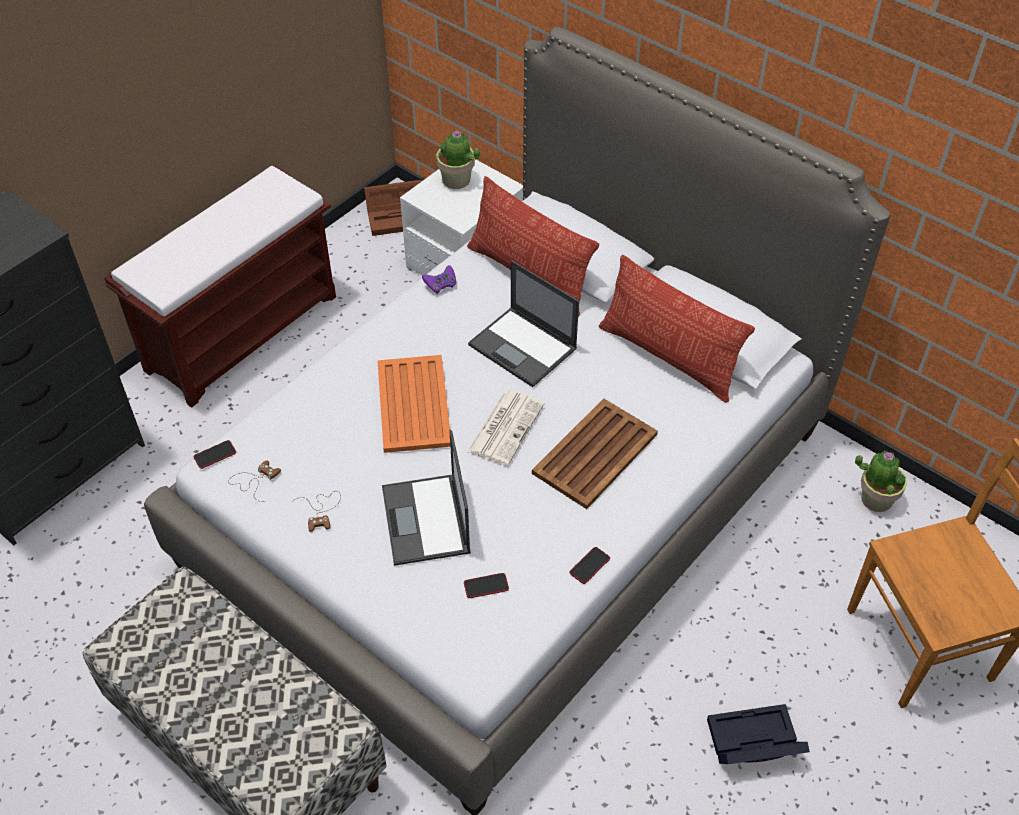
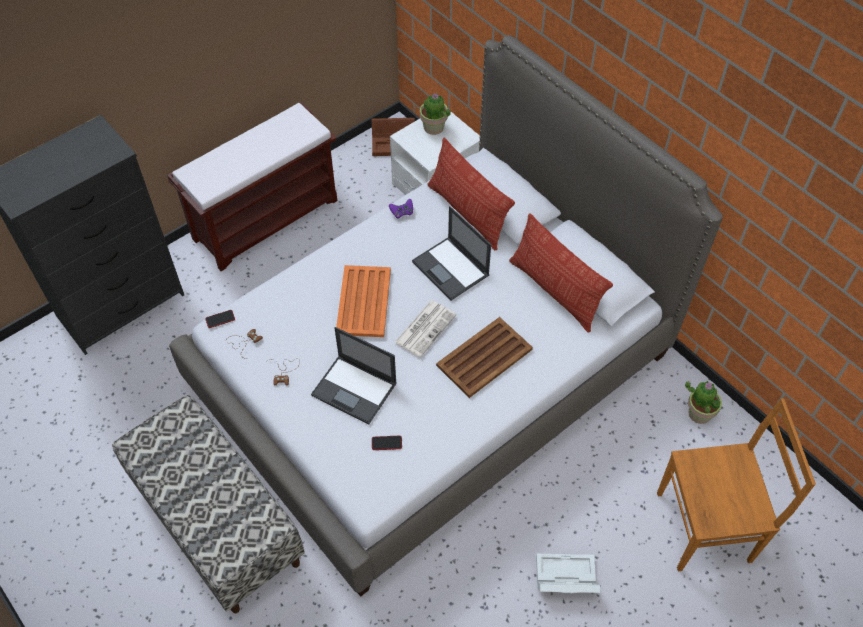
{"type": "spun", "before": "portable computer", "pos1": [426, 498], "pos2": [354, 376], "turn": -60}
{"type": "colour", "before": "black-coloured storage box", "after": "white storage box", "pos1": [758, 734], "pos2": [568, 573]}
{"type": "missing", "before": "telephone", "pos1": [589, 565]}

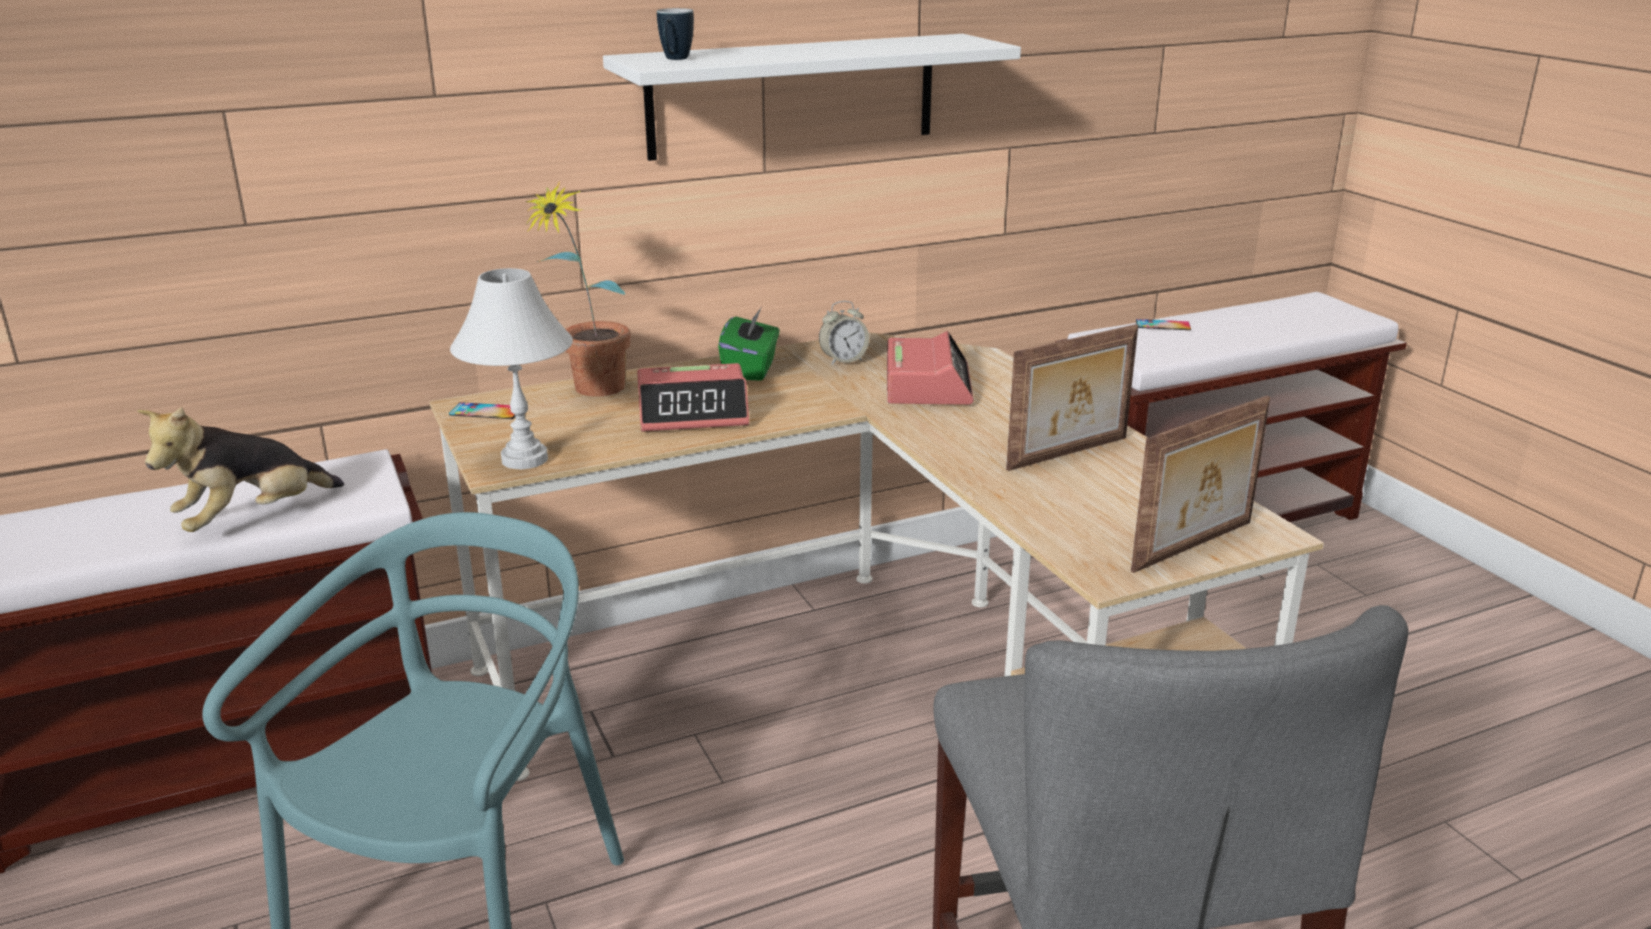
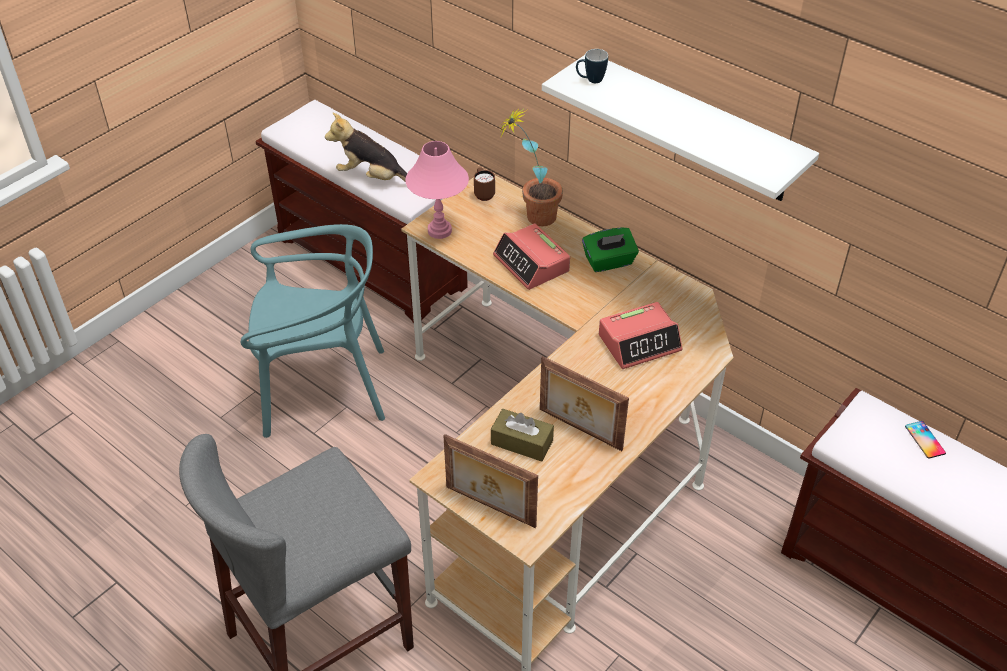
{"type": "colour", "before": "white lamp for a table", "after": "pinkish lamp for a table", "pos1": [511, 368], "pos2": [437, 190]}
{"type": "exchanged", "before": "telephone", "after": "brownish coffee mug", "pos1": [482, 410], "pos2": [484, 184]}
{"type": "appeared", "after": "brownish tissue box", "pos2": [522, 435]}
{"type": "missing", "before": "alarm clock", "pos1": [844, 333]}

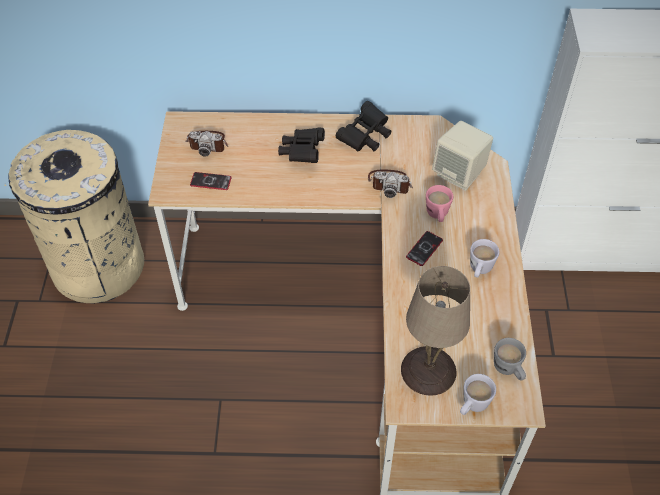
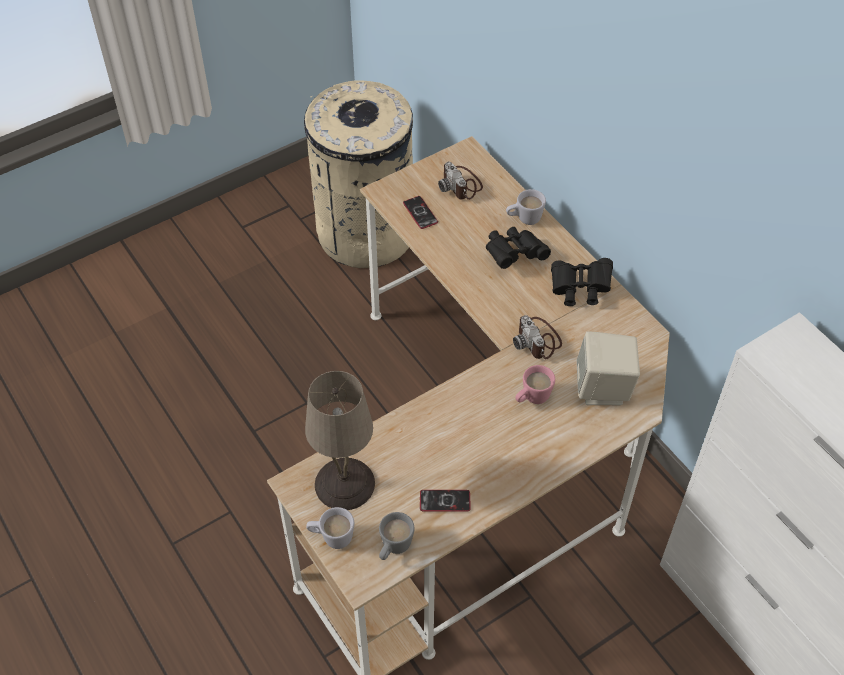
{"type": "relocated", "before": "telephone", "pos1": [424, 248], "pos2": [445, 501]}
{"type": "relocated", "before": "white coffee mug", "pos1": [485, 258], "pos2": [526, 207]}

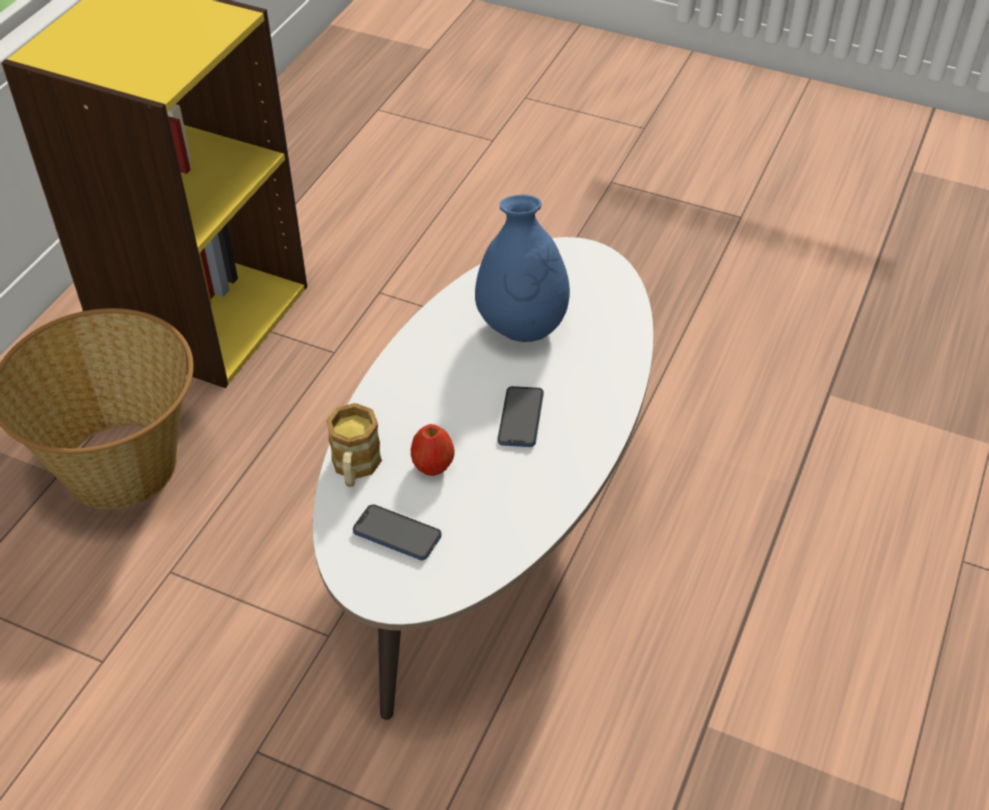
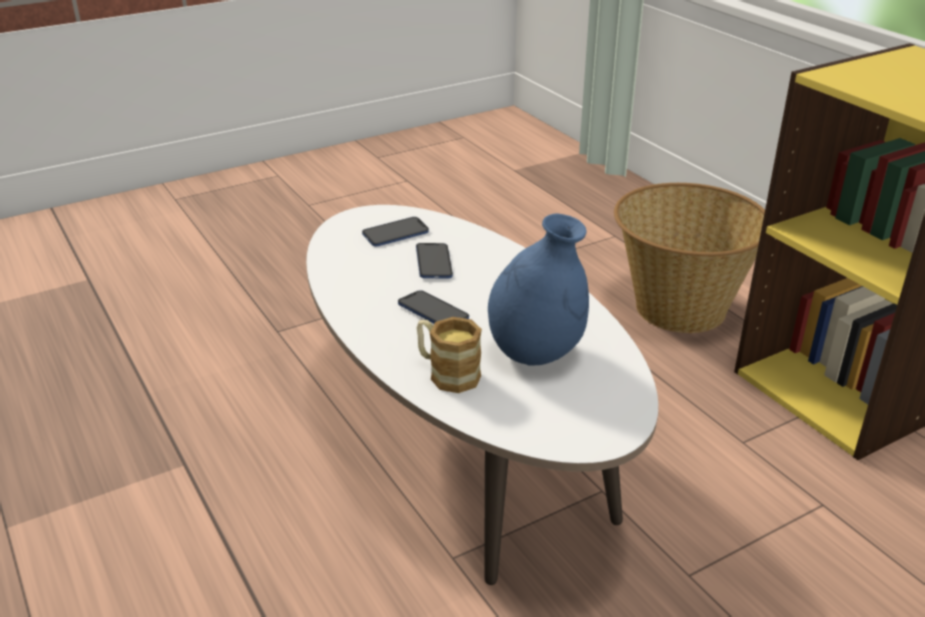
{"type": "exchanged", "before": "apple", "after": "telephone", "pos1": [433, 450], "pos2": [434, 260]}
{"type": "relocated", "before": "coffee mug", "pos1": [354, 445], "pos2": [449, 355]}

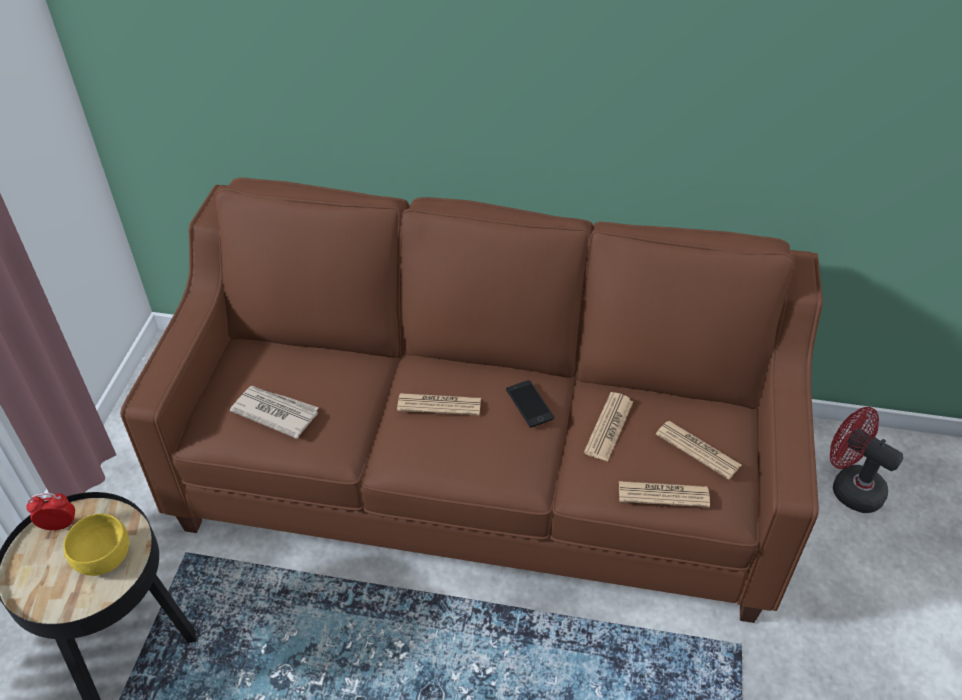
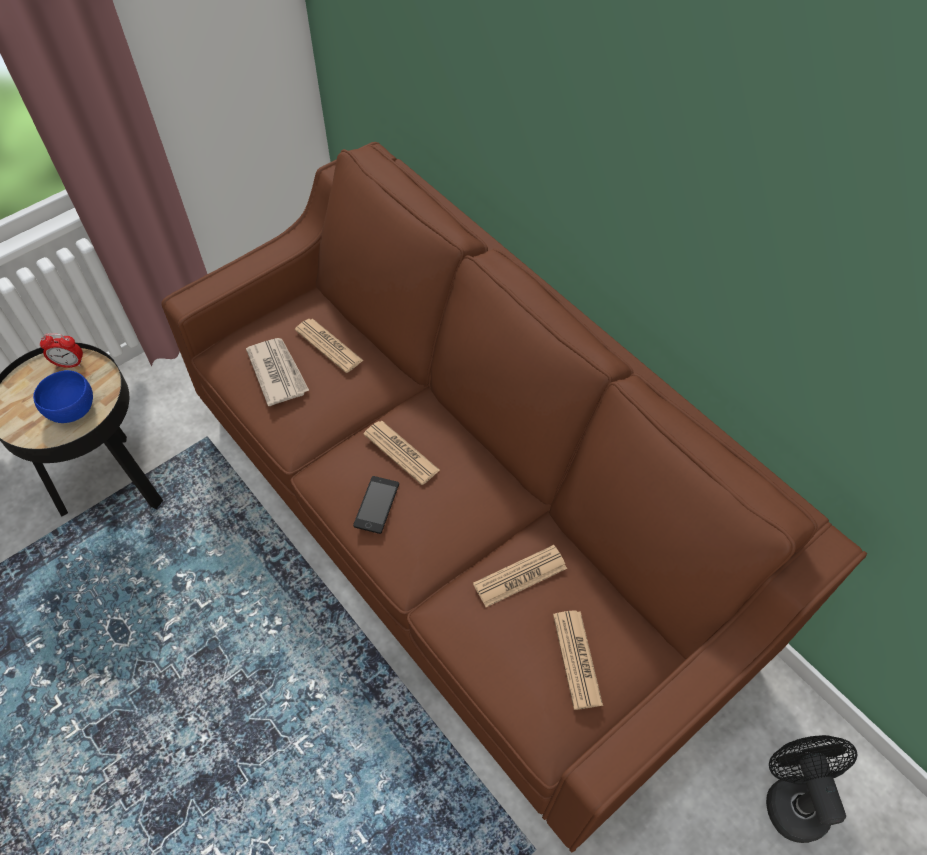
{"type": "colour", "before": "yellow bowl", "after": "blue-coloured bowl", "pos1": [96, 545], "pos2": [63, 396]}
{"type": "spun", "before": "alarm clock", "pos1": [50, 512], "pos2": [61, 350], "turn": 150}
{"type": "relocated", "before": "printed paper", "pos1": [664, 494], "pos2": [329, 346]}
{"type": "relocated", "before": "telephone", "pos1": [530, 404], "pos2": [376, 505]}
{"type": "colour", "before": "reddish electric fan", "after": "black-coloured electric fan", "pos1": [866, 460], "pos2": [812, 789]}

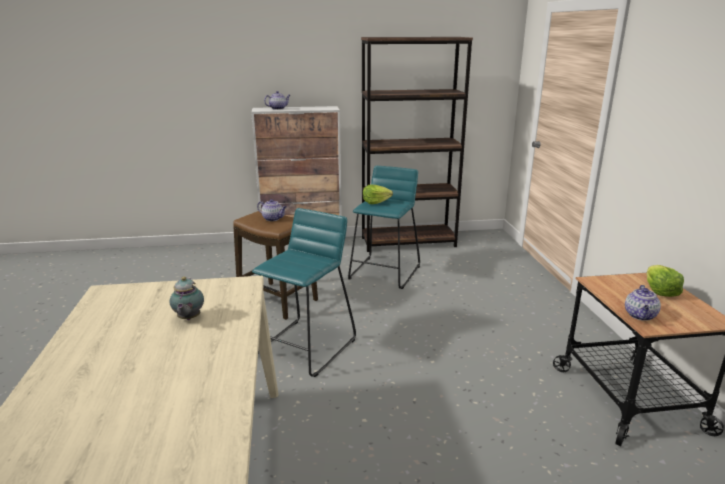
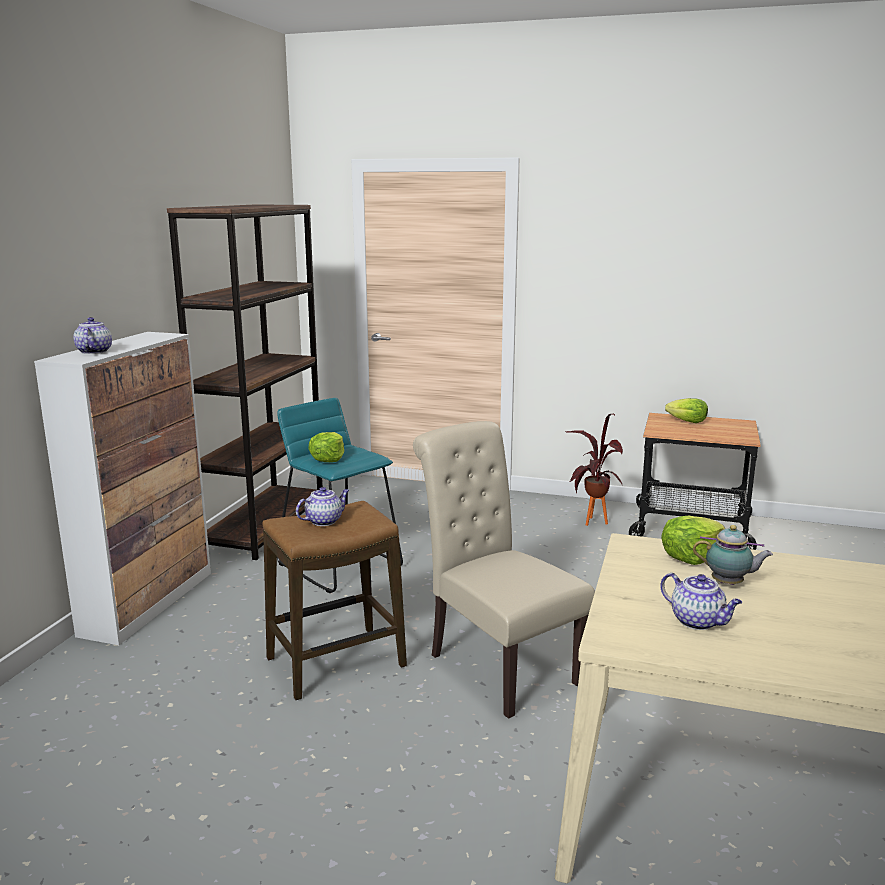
{"type": "exchanged", "before": "turquoise-coloured stool seat", "after": "sand-coloured plain chair", "pos1": [304, 292], "pos2": [504, 570]}
{"type": "appeared", "after": "houseplant", "pos2": [594, 470]}
{"type": "relocated", "before": "pot for tea", "pos1": [643, 303], "pos2": [701, 601]}
{"type": "appeared", "after": "lettuce", "pos2": [693, 540]}

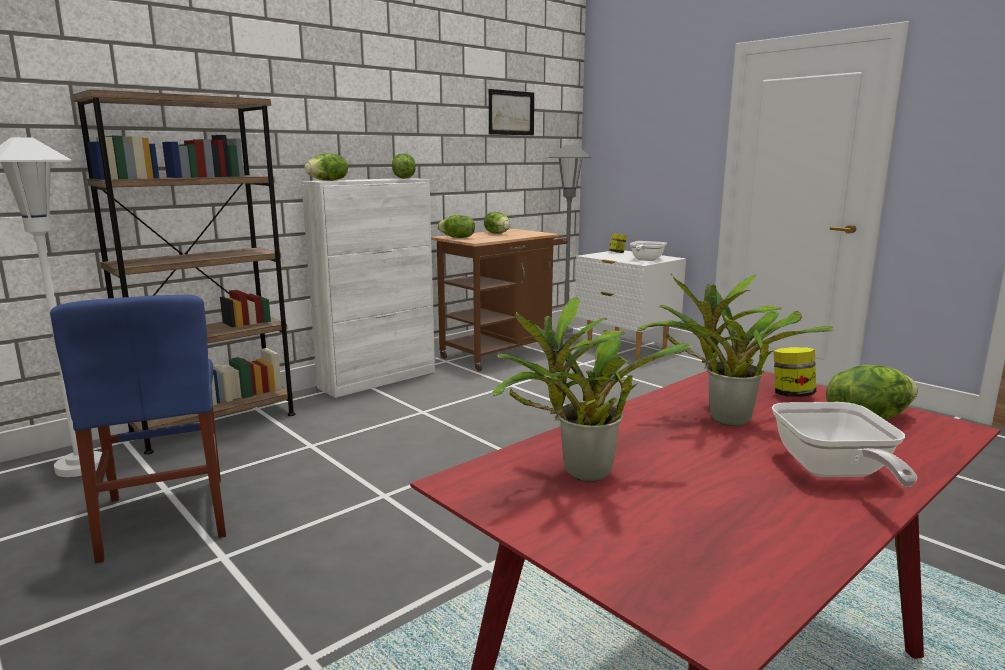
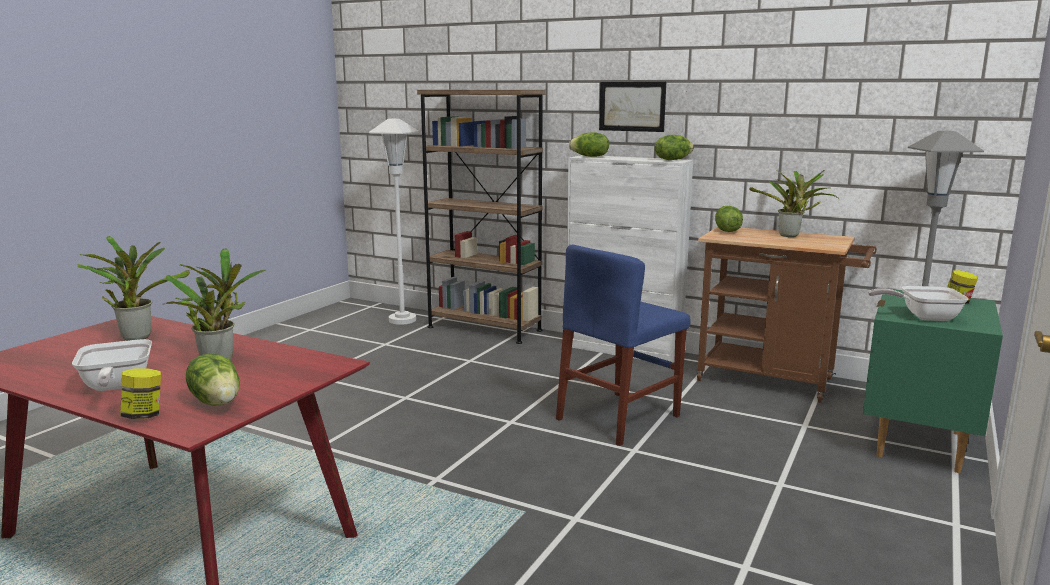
{"type": "spun", "before": "frying pan", "pos1": [844, 444], "pos2": [112, 365], "turn": -90}
{"type": "relocated", "before": "preserve jar", "pos1": [795, 372], "pos2": [140, 393]}
{"type": "relocated", "before": "blue-coloured plain chair", "pos1": [138, 429], "pos2": [623, 345]}
{"type": "relocated", "before": "wall art", "pos1": [511, 112], "pos2": [632, 107]}
{"type": "exchanged", "before": "lettuce", "after": "houseplant", "pos1": [497, 223], "pos2": [793, 203]}
{"type": "colour", "before": "white nightstand", "after": "green nightstand", "pos1": [630, 305], "pos2": [933, 381]}

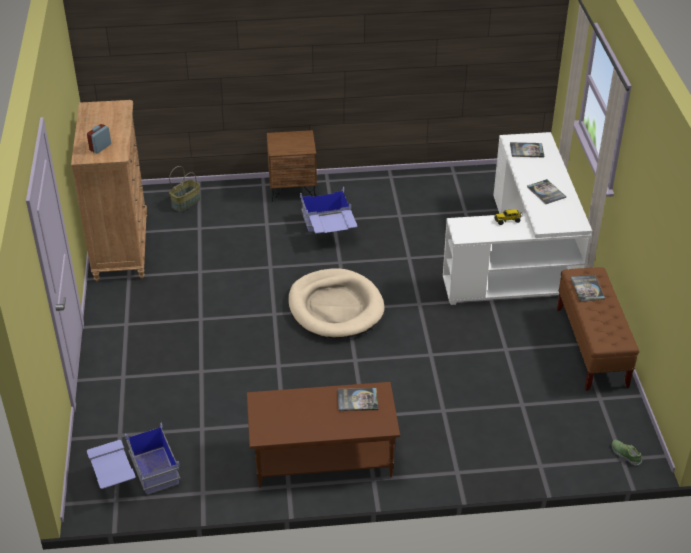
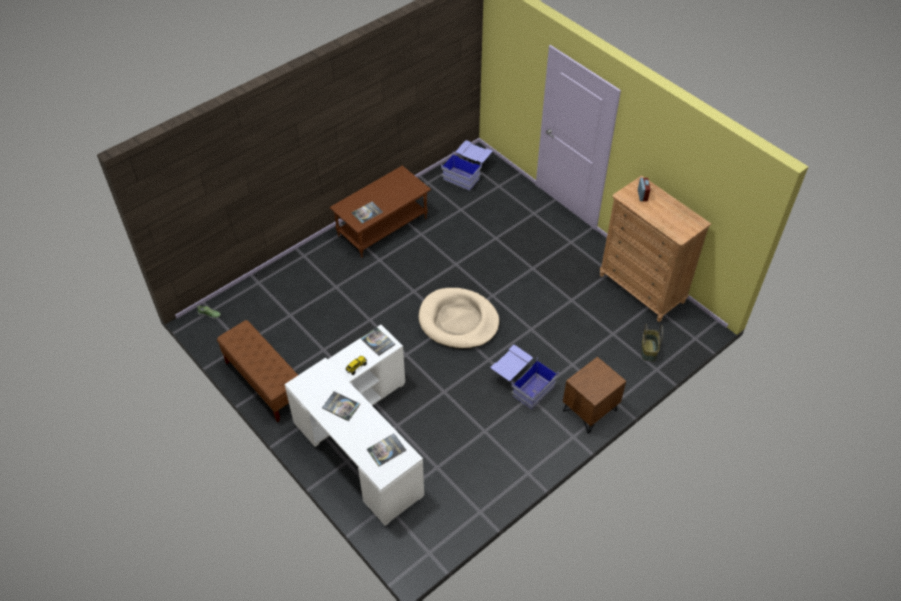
{"type": "relocated", "before": "volume", "pos1": [587, 288], "pos2": [378, 341]}

